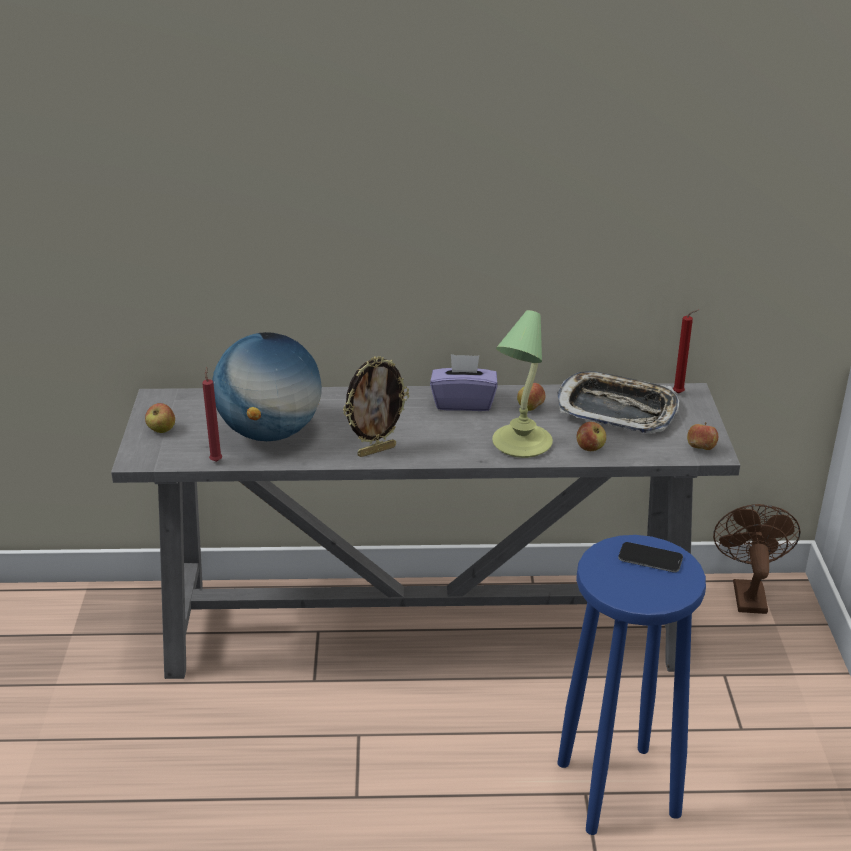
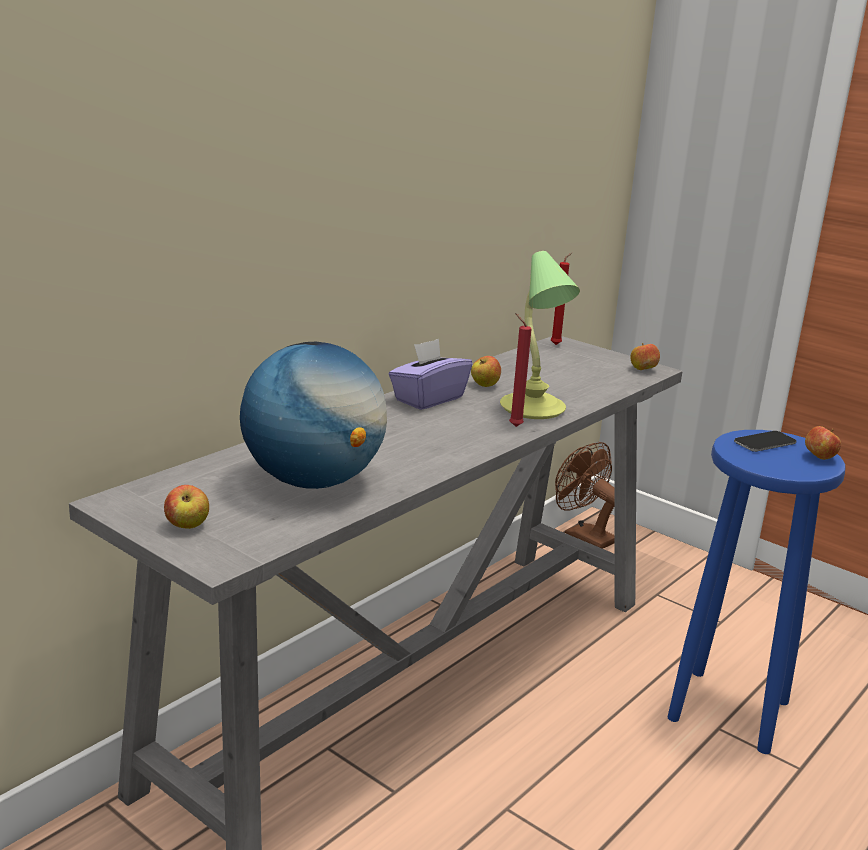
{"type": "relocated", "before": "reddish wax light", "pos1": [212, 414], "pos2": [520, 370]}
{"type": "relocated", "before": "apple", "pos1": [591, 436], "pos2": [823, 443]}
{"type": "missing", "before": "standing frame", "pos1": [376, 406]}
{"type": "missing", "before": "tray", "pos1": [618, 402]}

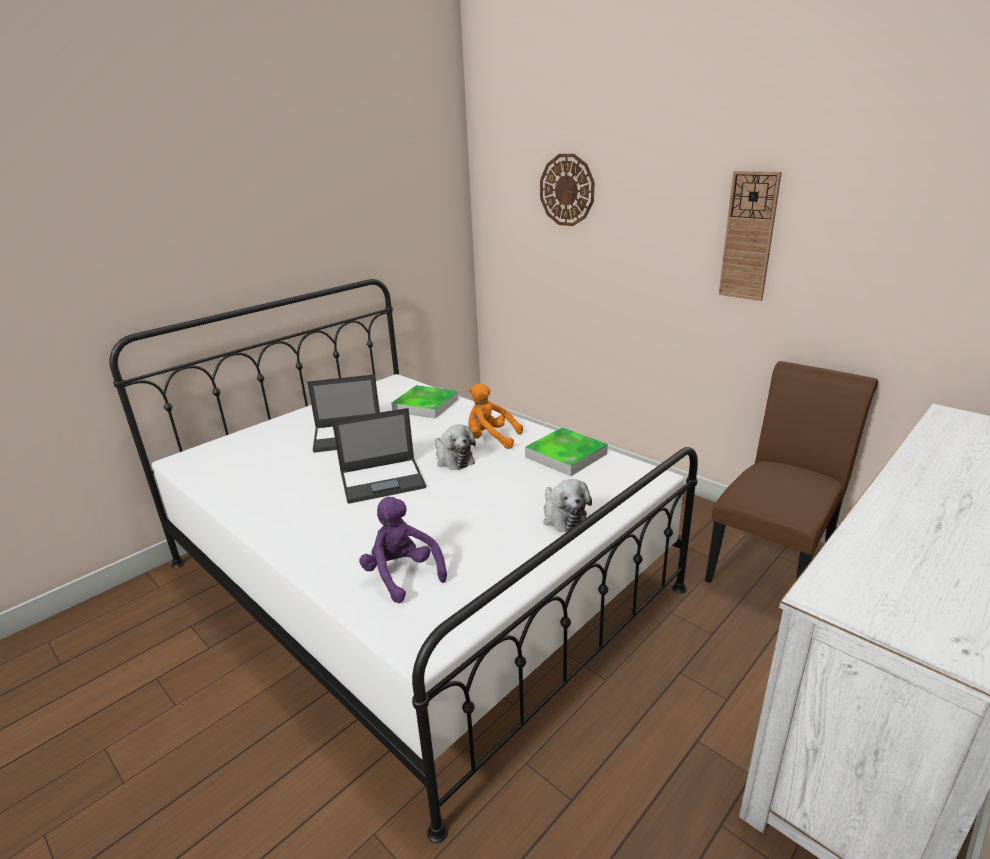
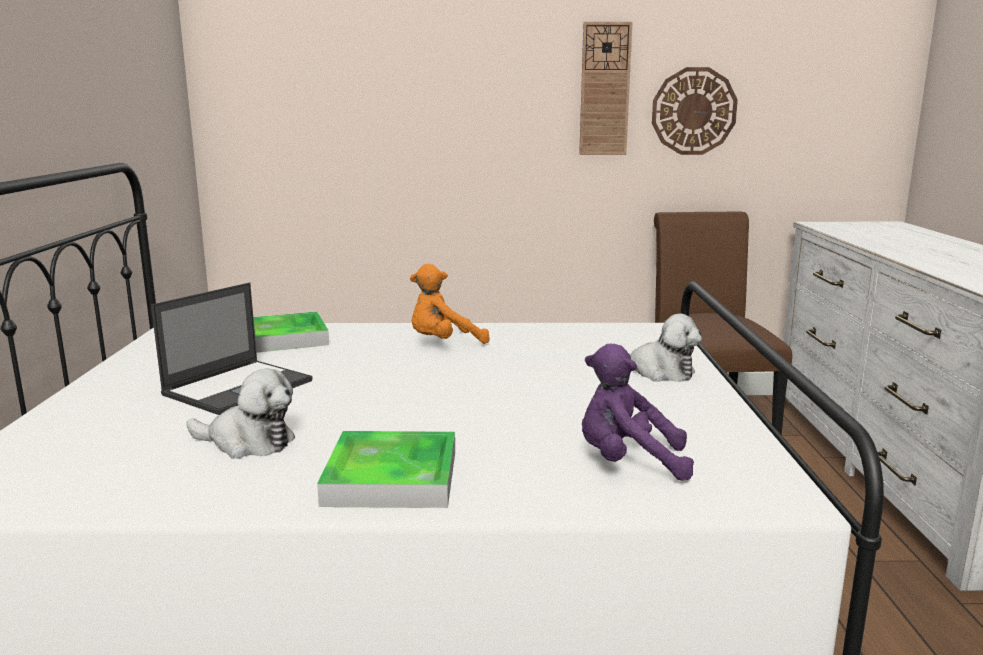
{"type": "relocated", "before": "cuddly toy", "pos1": [455, 447], "pos2": [240, 413]}
{"type": "relocated", "before": "tray", "pos1": [566, 451], "pos2": [386, 469]}
{"type": "relocated", "before": "hanging clock", "pos1": [567, 190], "pos2": [695, 111]}
{"type": "missing", "before": "portable computer", "pos1": [379, 456]}

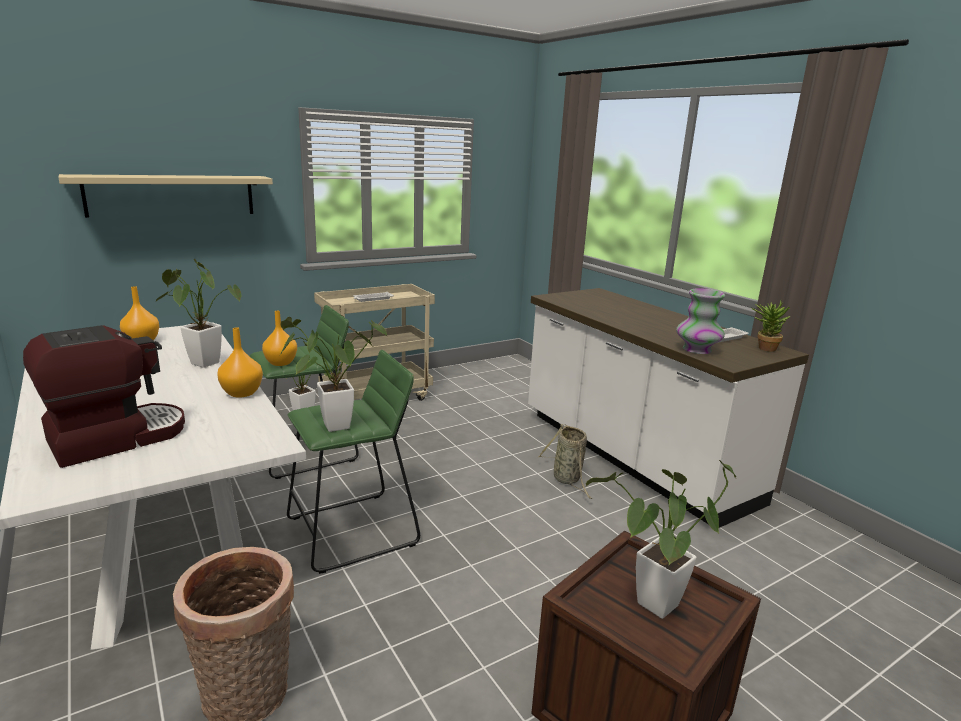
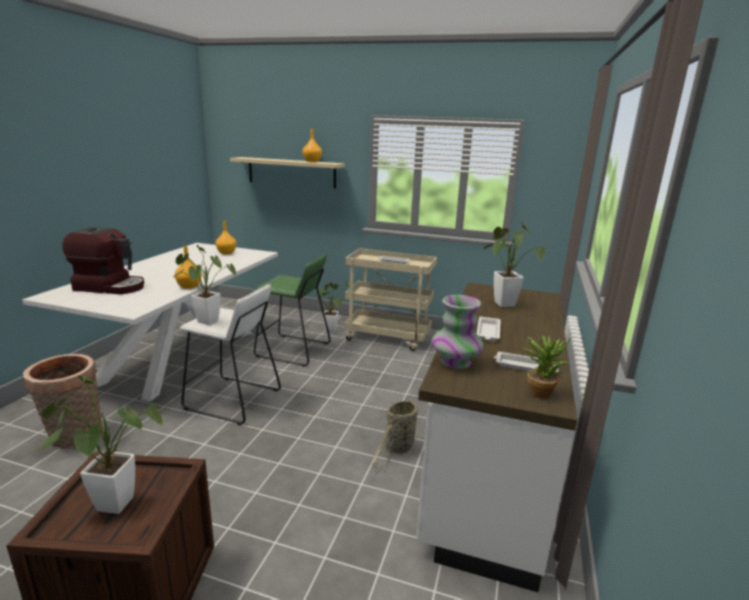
{"type": "colour", "before": "green stool seat", "after": "white stool seat", "pos1": [353, 462], "pos2": [230, 354]}
{"type": "relocated", "before": "orange vase", "pos1": [279, 338], "pos2": [312, 145]}
{"type": "appeared", "after": "white tray", "pos2": [489, 329]}
{"type": "relocated", "before": "houseplant", "pos1": [198, 313], "pos2": [514, 264]}

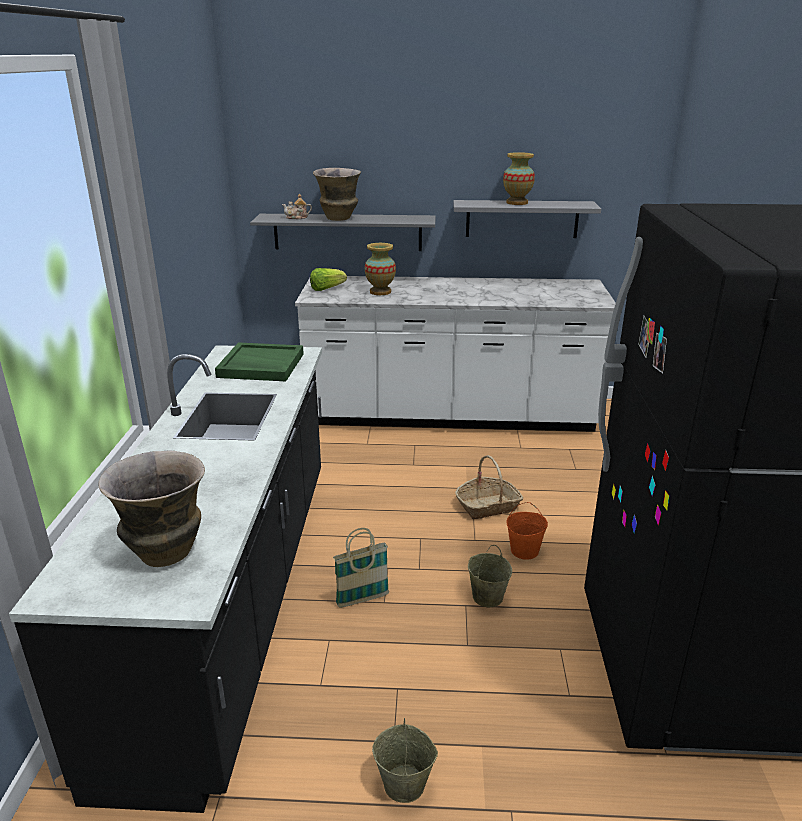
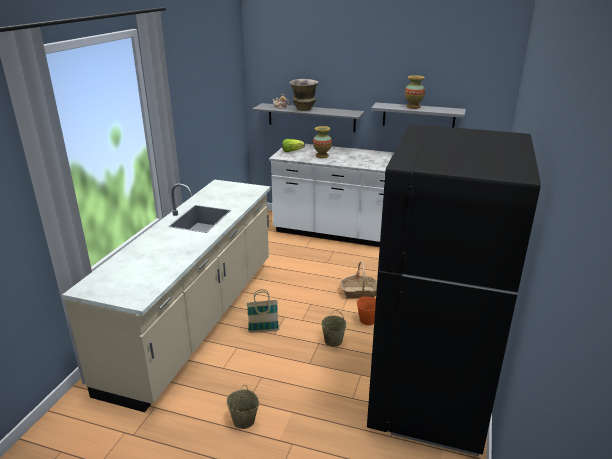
{"type": "colour", "before": "black-coloured kitchen base unit", "after": "sand-coloured kitchen base unit", "pos1": [165, 579], "pos2": [166, 296]}
{"type": "missing", "before": "vase", "pos1": [152, 509]}
{"type": "missing", "before": "green tray", "pos1": [259, 361]}

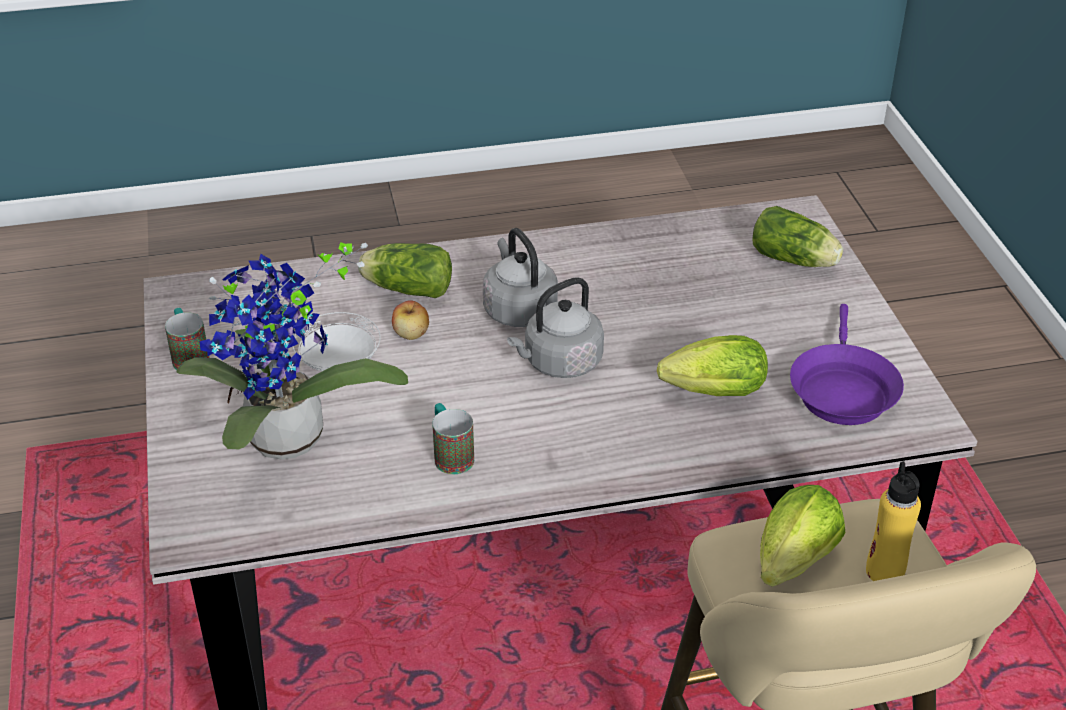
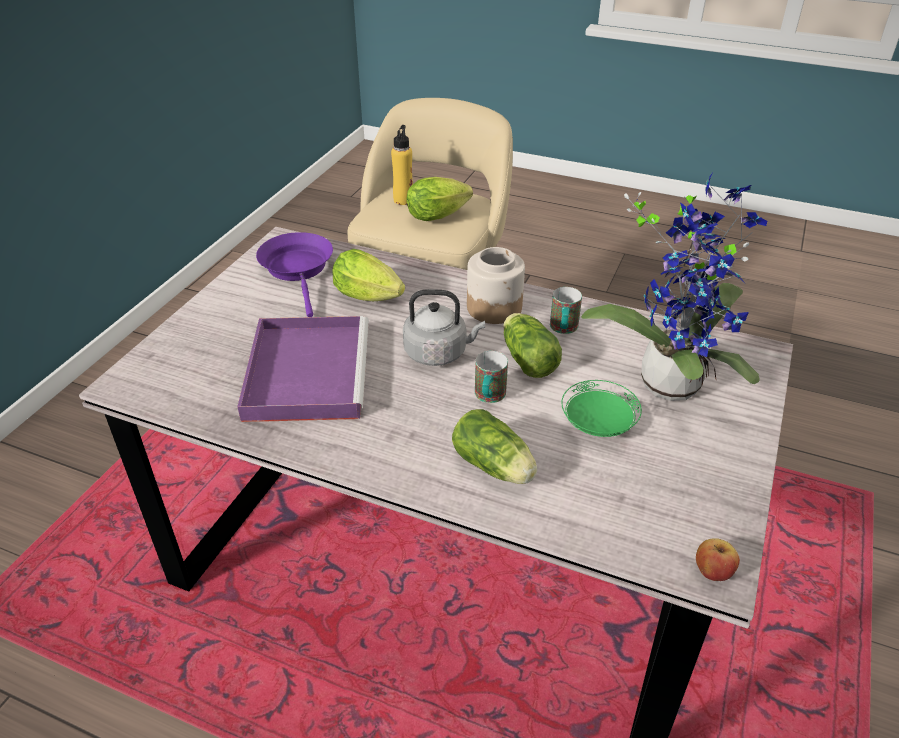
{"type": "appeared", "after": "purple tray", "pos2": [303, 369]}
{"type": "spun", "before": "purple frying pan", "pos1": [847, 364], "pos2": [294, 274], "turn": -60}
{"type": "appeared", "after": "preserve jar", "pos2": [496, 285]}
{"type": "relocated", "before": "coffee mug", "pos1": [187, 339], "pos2": [491, 377]}
{"type": "relocated", "before": "lettuce", "pos1": [797, 236], "pos2": [532, 345]}
{"type": "colour", "before": "white flat dish", "after": "green flat dish", "pos1": [336, 341], "pos2": [601, 408]}
{"type": "relocated", "before": "apple", "pos1": [410, 320], "pos2": [718, 559]}
{"type": "missing", "before": "greyish tea kettle", "pos1": [520, 277]}

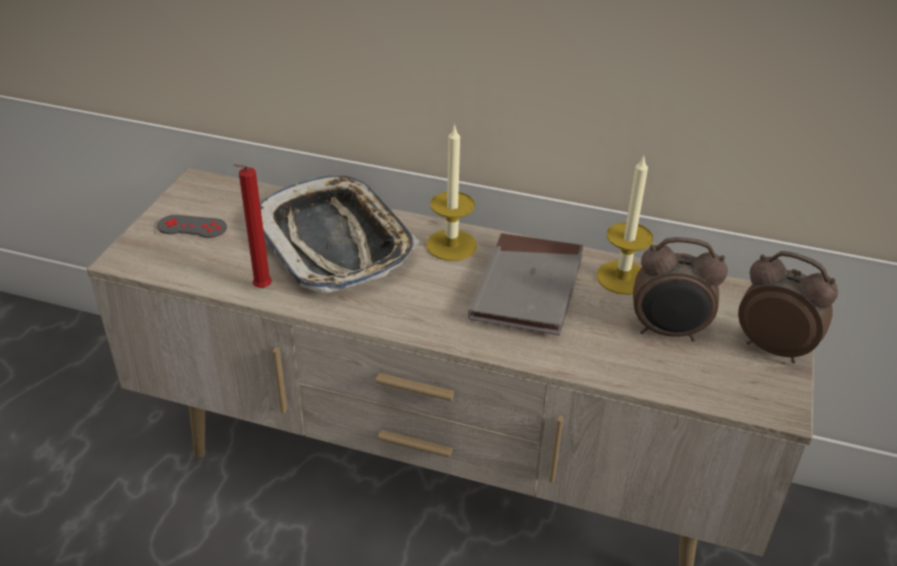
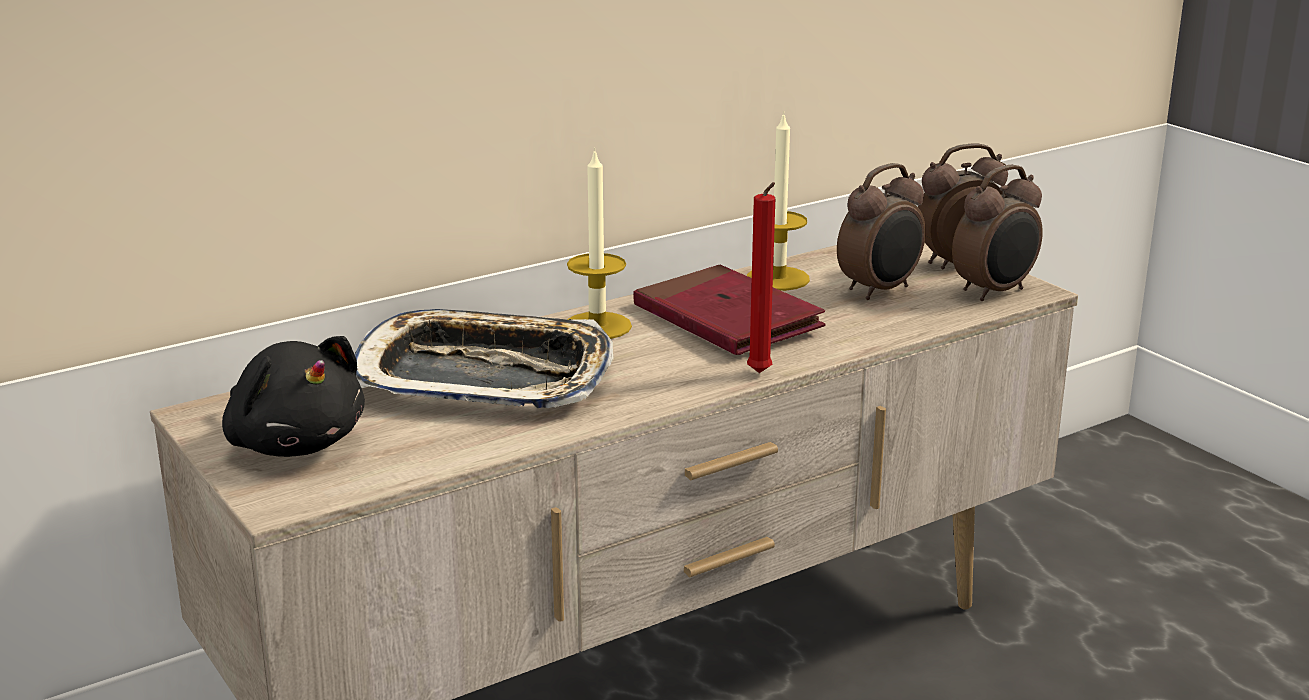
{"type": "exchanged", "before": "greyish joypad", "after": "black-coloured cuddly toy", "pos1": [192, 226], "pos2": [293, 396]}
{"type": "colour", "before": "greyish volume", "after": "reddish volume", "pos1": [526, 284], "pos2": [729, 310]}
{"type": "relocated", "before": "reddish wax light", "pos1": [252, 226], "pos2": [761, 277]}
{"type": "appeared", "after": "alarm clock", "pos2": [997, 233]}

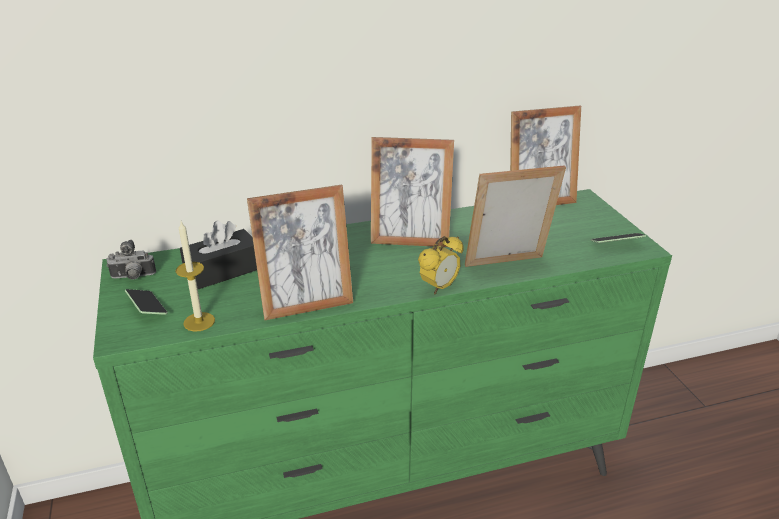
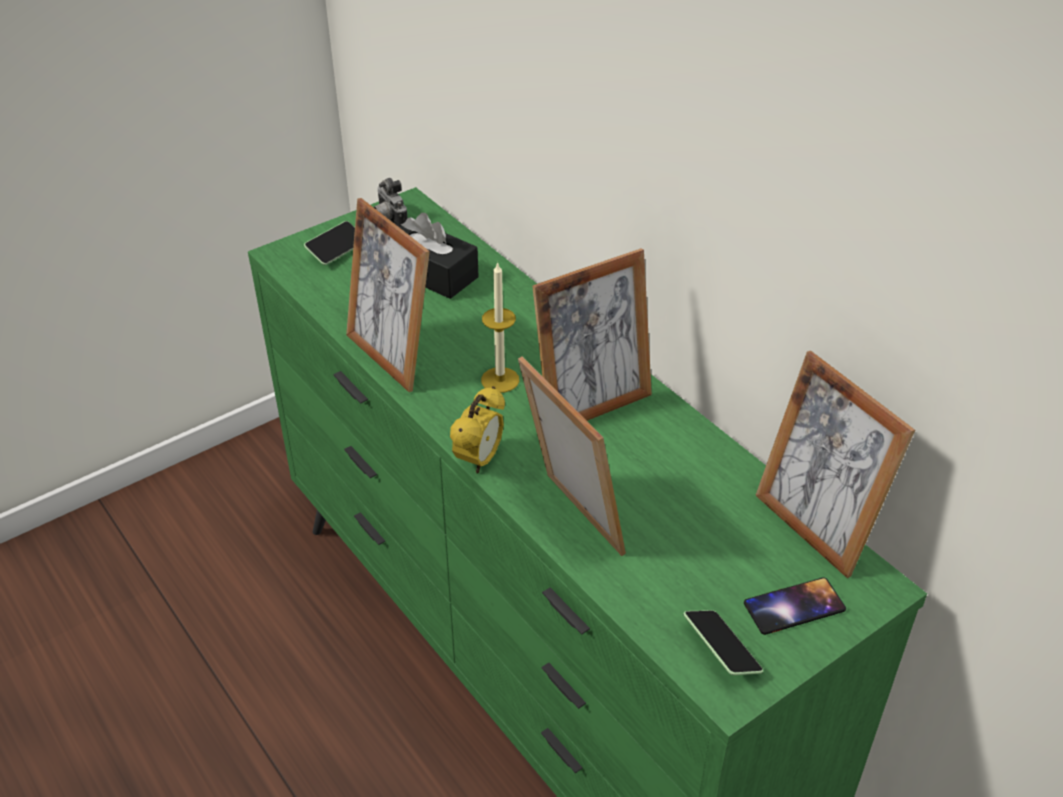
{"type": "spun", "before": "alarm clock", "pos1": [441, 265], "pos2": [477, 429], "turn": -90}
{"type": "relocated", "before": "wax light", "pos1": [195, 276], "pos2": [500, 327]}
{"type": "spun", "before": "standing frame", "pos1": [412, 192], "pos2": [592, 334], "turn": -105}
{"type": "appeared", "after": "telephone", "pos2": [795, 606]}

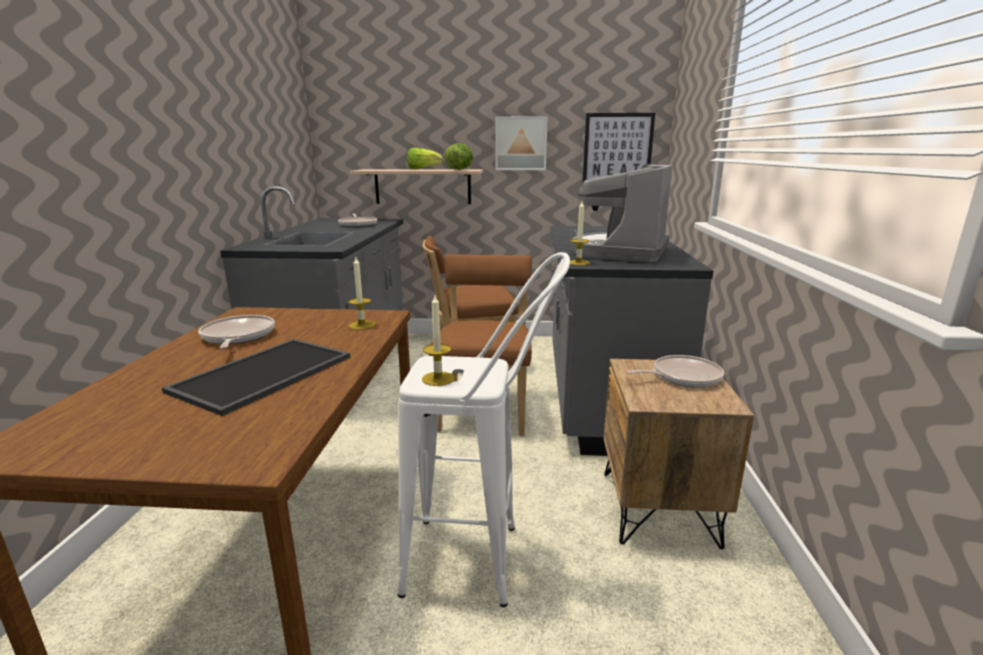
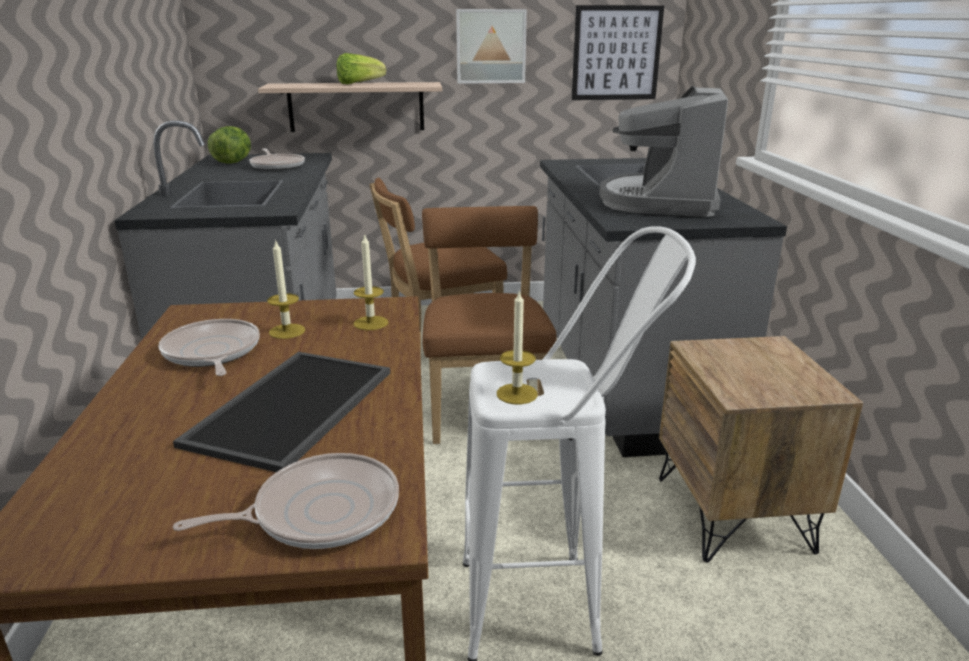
{"type": "relocated", "before": "frying pan", "pos1": [675, 371], "pos2": [286, 501]}
{"type": "relocated", "before": "lettuce", "pos1": [458, 156], "pos2": [229, 145]}
{"type": "relocated", "before": "wax light", "pos1": [580, 233], "pos2": [286, 289]}

